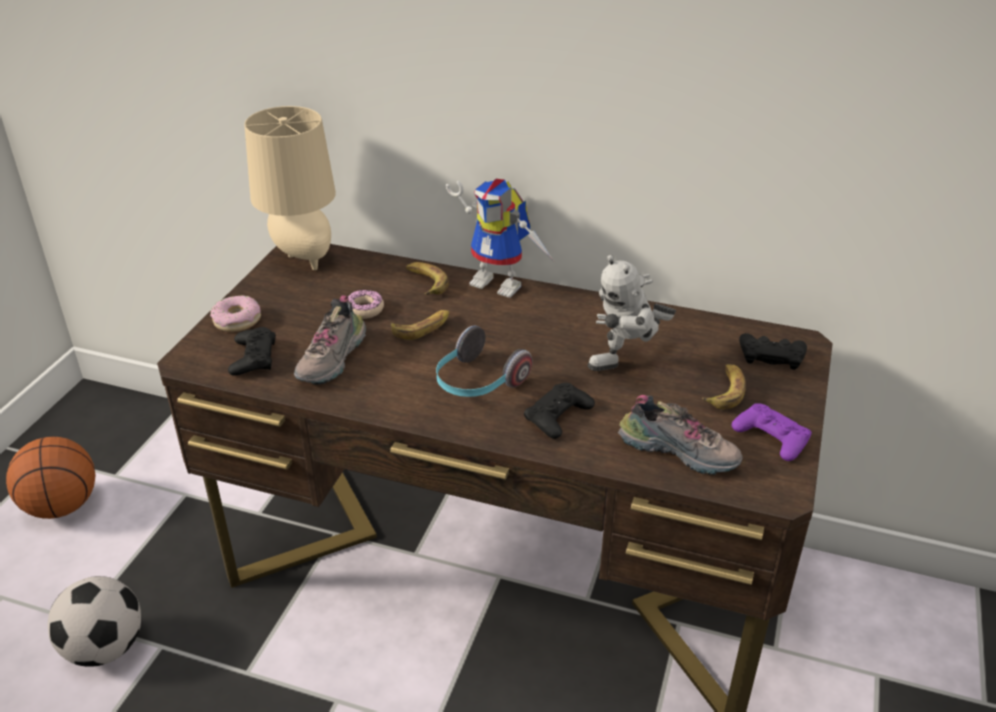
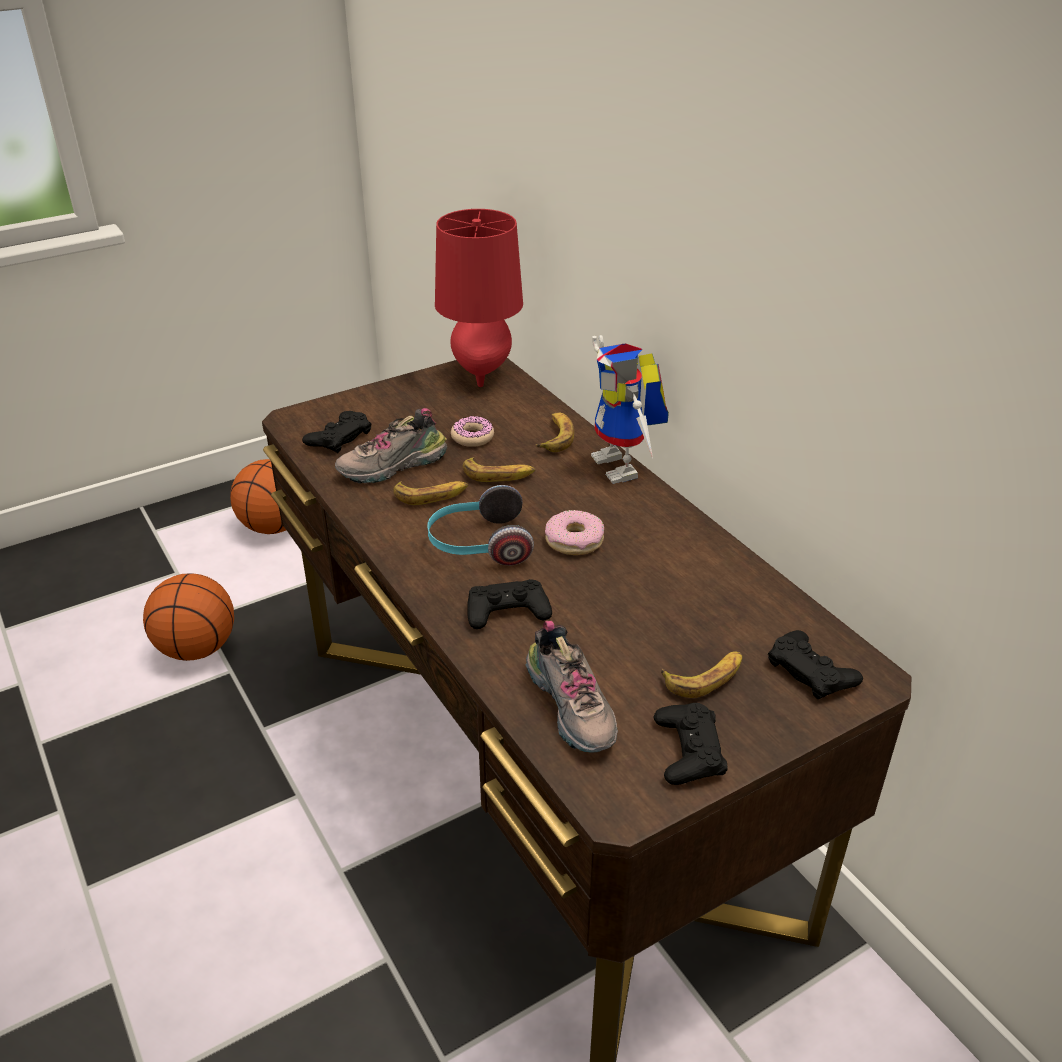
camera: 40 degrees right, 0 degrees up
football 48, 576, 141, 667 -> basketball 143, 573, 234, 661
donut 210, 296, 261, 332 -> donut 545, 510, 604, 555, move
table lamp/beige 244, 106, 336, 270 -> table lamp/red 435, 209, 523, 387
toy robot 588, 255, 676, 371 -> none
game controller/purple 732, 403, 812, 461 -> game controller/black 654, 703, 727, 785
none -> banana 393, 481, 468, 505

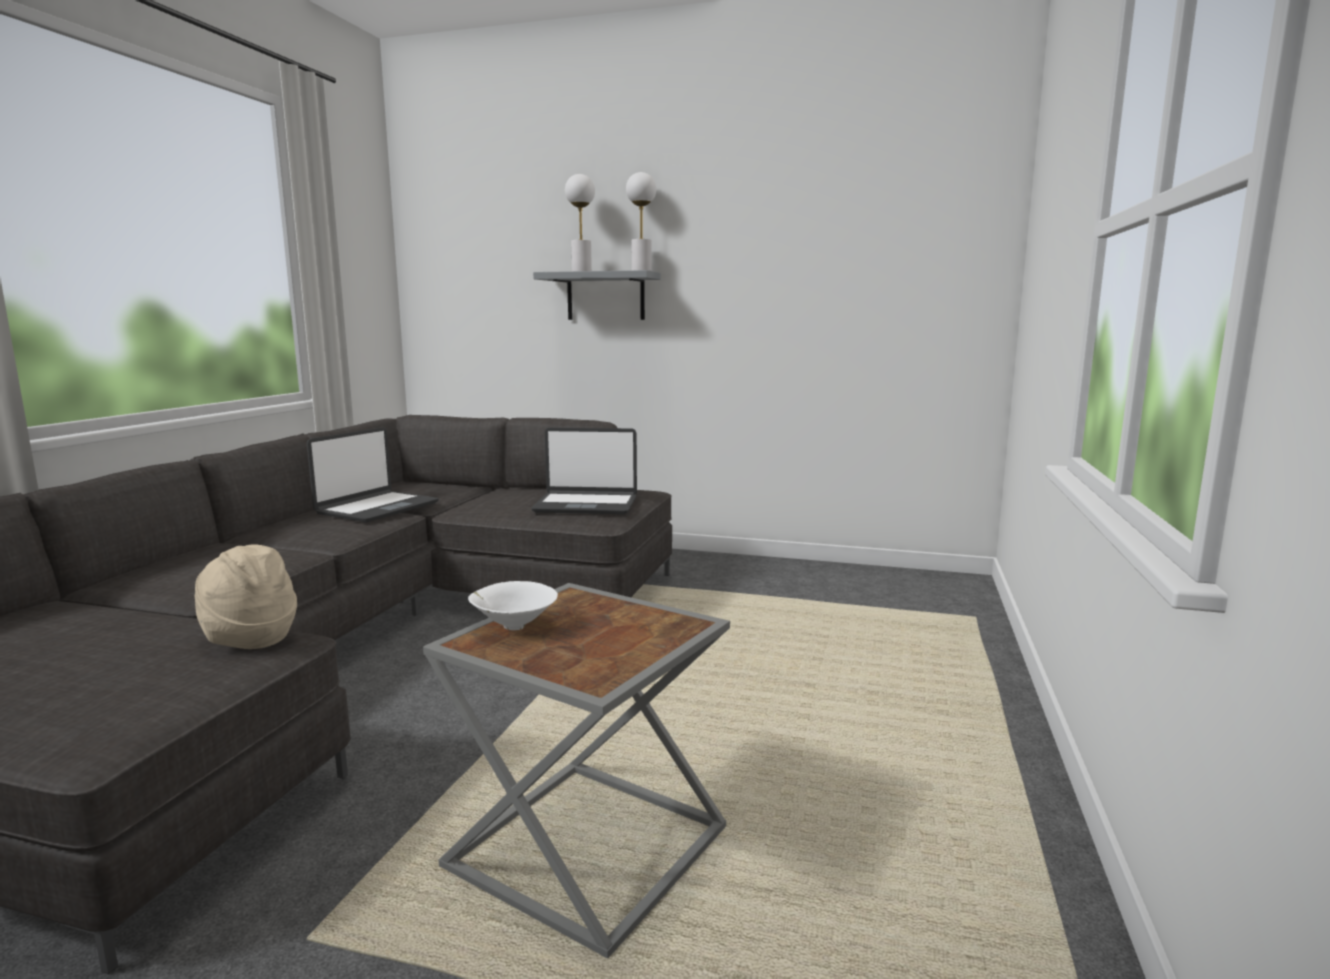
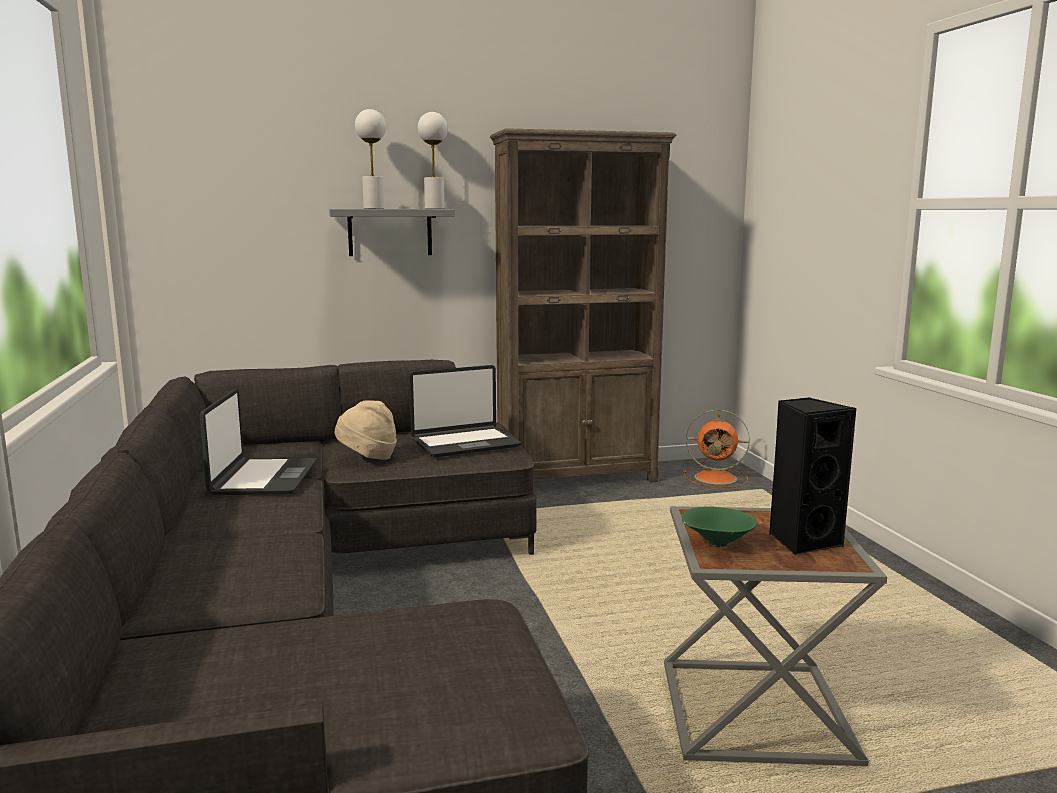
camera: 30 degrees left, 0 degrees up
hat/beige 195, 544, 297, 649 -> hat/beige 335, 400, 397, 460, move
bowl/white 468, 581, 558, 630 -> bowl/green 682, 506, 757, 547
none -> bookcase/brown 490, 128, 676, 483
none -> fan/orange 683, 410, 750, 488
none -> speaker/black 769, 397, 856, 555

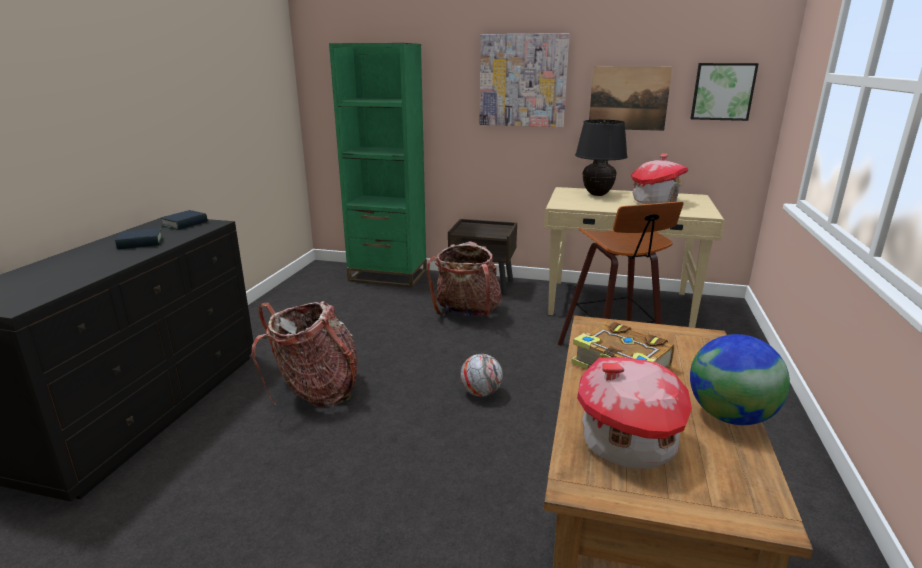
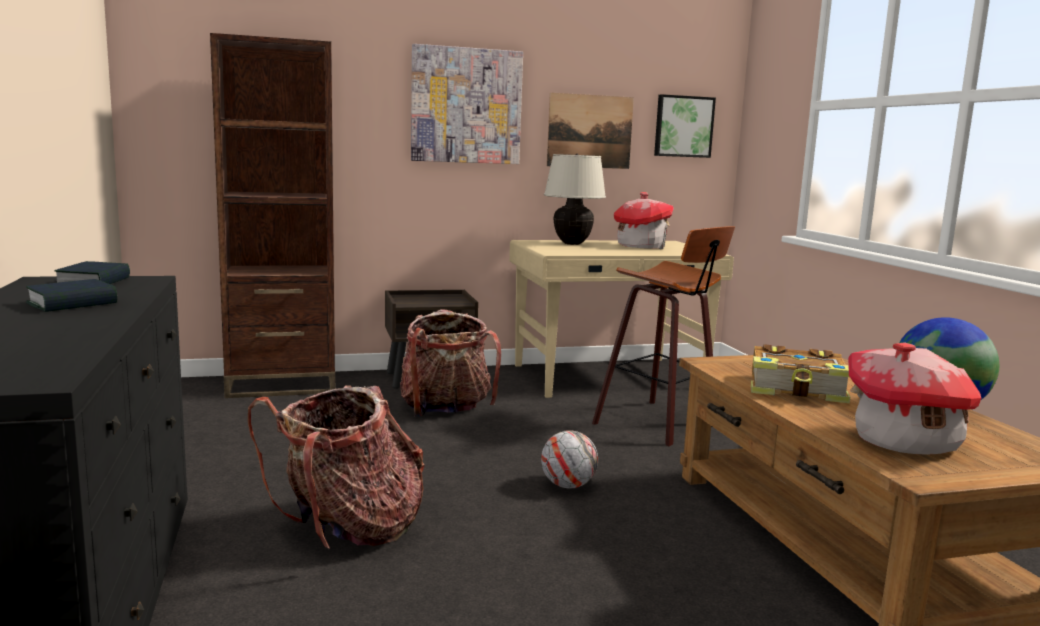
camera: 30 degrees left, 10 degrees down
bookcase/green 329, 43, 427, 288 -> bookcase/brown 210, 33, 335, 398
table lamp/black 575, 120, 628, 196 -> table lamp/beige 544, 154, 606, 245

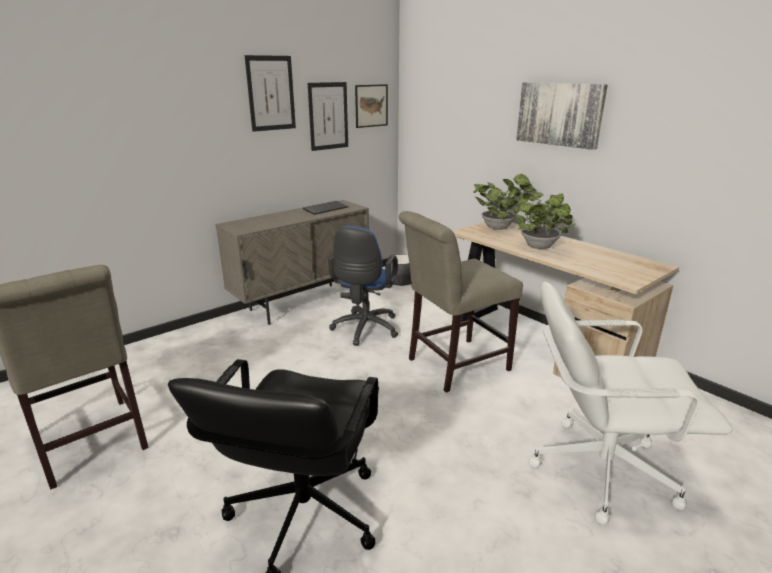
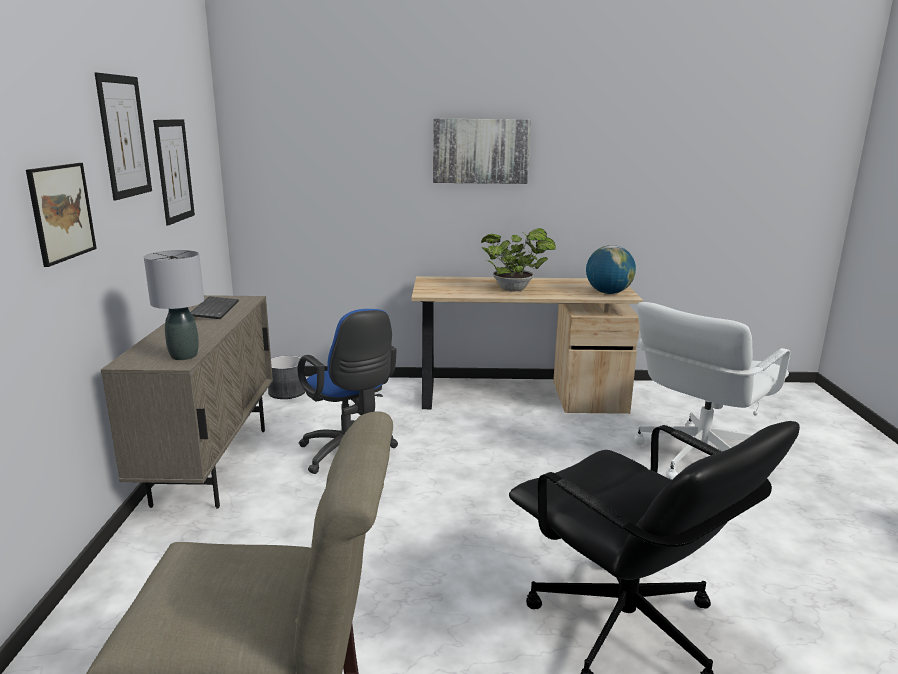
camera: 50 degrees left, 5 degrees down
picture 355, 84, 388, 128 -> picture 26, 163, 97, 267, move
chair/beige 399, 211, 523, 393 -> none
potted plant 473, 174, 536, 230 -> none
none -> table lamp/grey 144, 250, 204, 360
none -> globe 586, 245, 636, 294

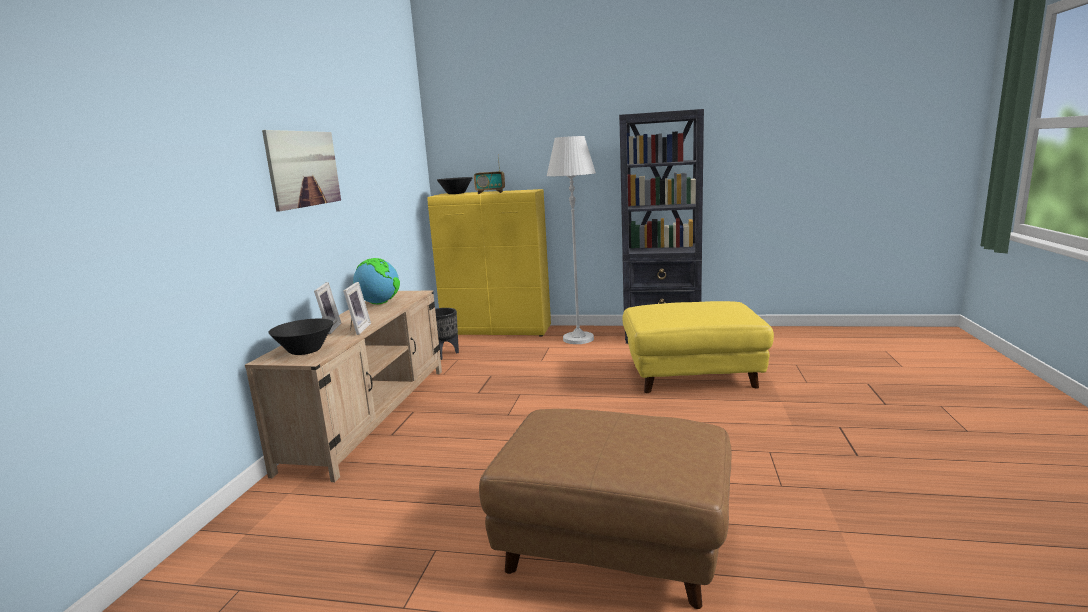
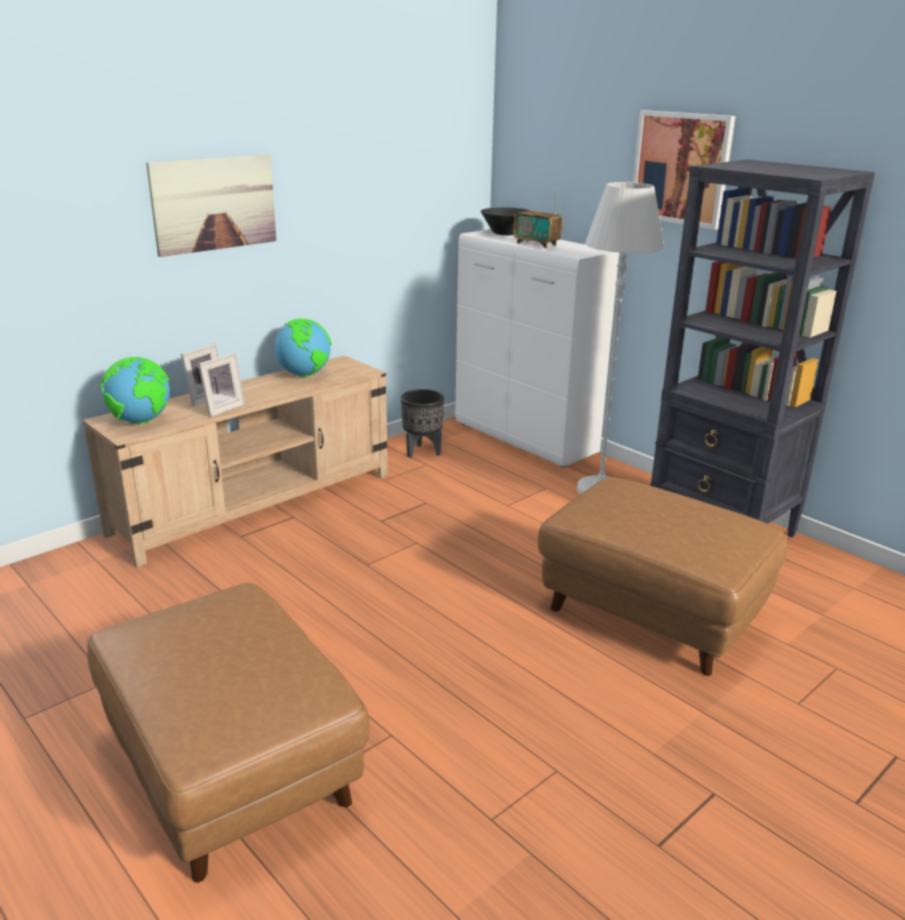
camera: 35 degrees right, 10 degrees up
bowl/black 268, 319, 333, 355 -> globe 101, 357, 170, 424
cabinet/yellow 428, 189, 551, 337 -> cabinet/white 455, 229, 619, 468
ottoman/yellow 623, 301, 774, 393 -> ottoman/brown 538, 477, 788, 676
none -> picture 633, 110, 736, 230

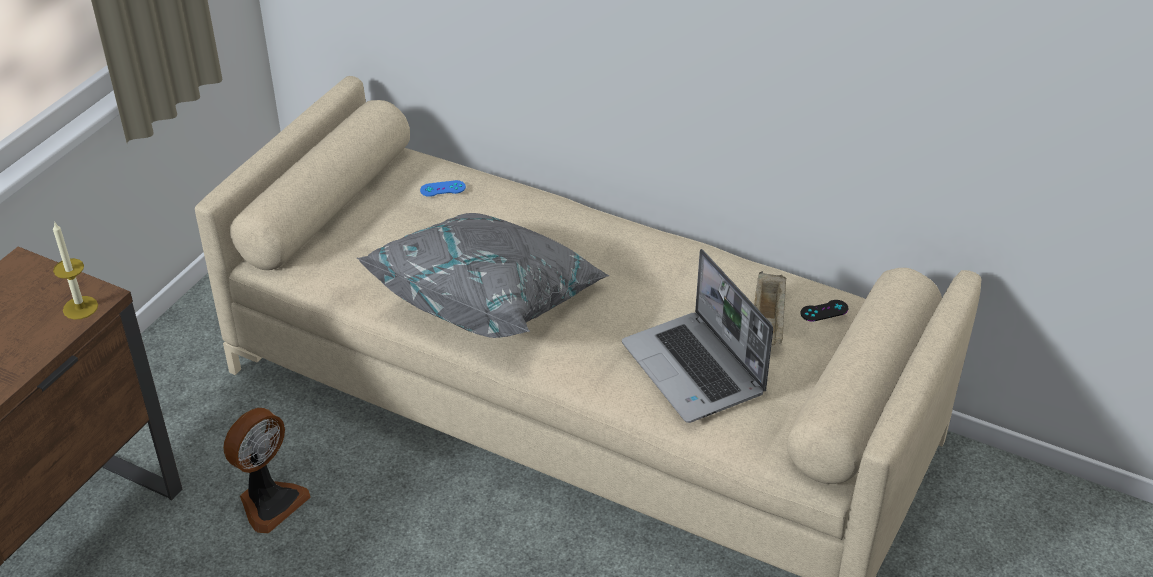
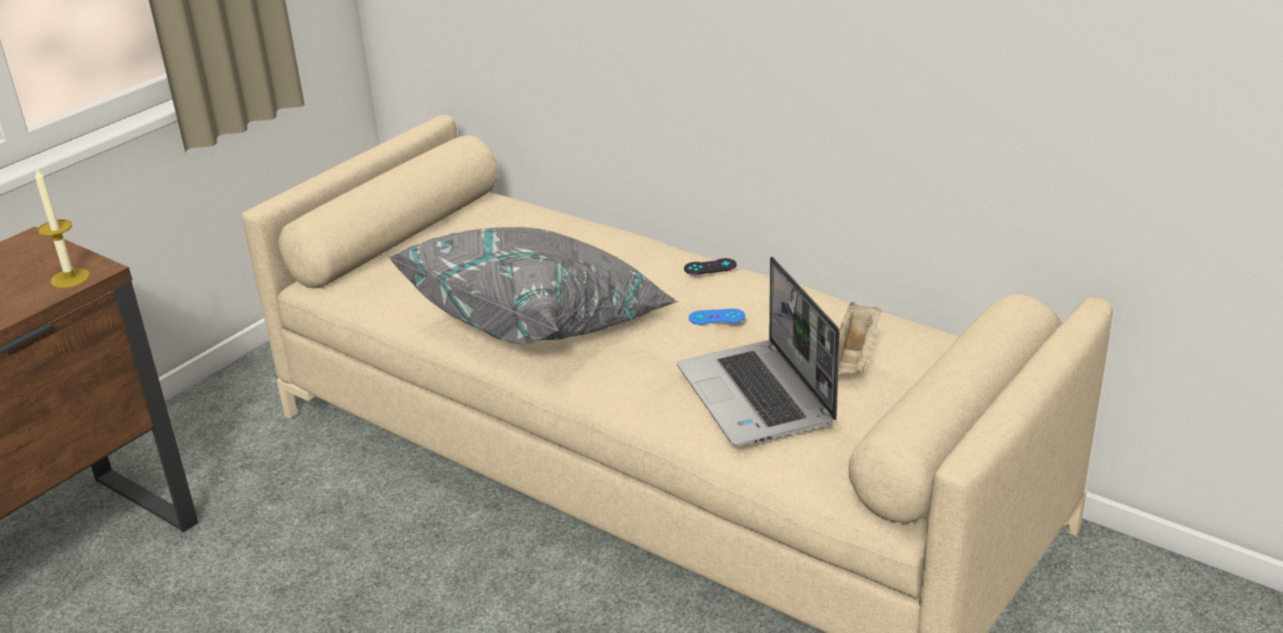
camera: 10 degrees right, 10 degrees down
fan 223, 408, 311, 533 -> none
game controller/blue 420, 180, 466, 197 -> game controller/blue 689, 309, 745, 325, move
game controller/black 800, 300, 848, 322 -> game controller/black 684, 258, 737, 275, move

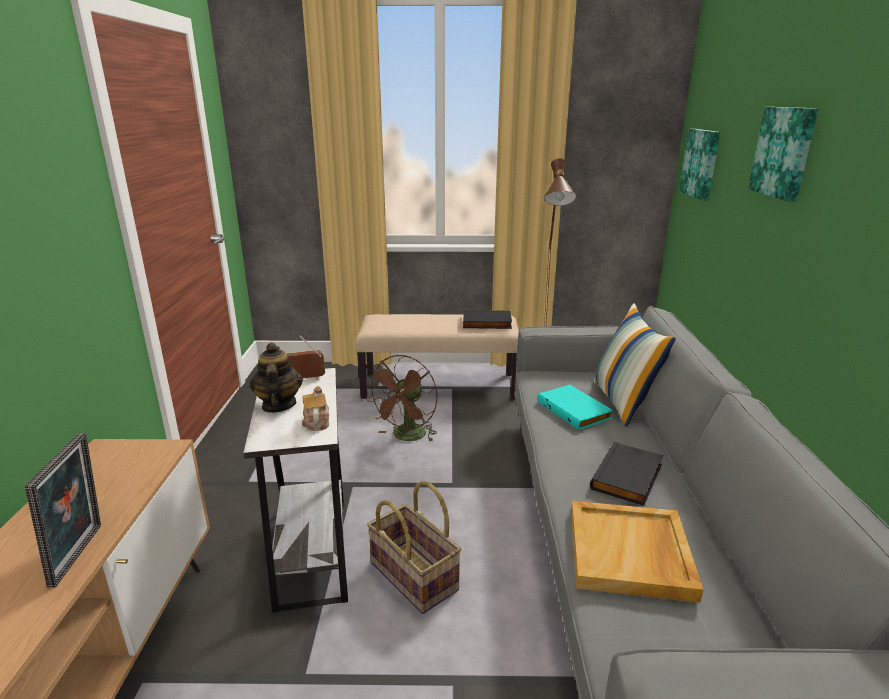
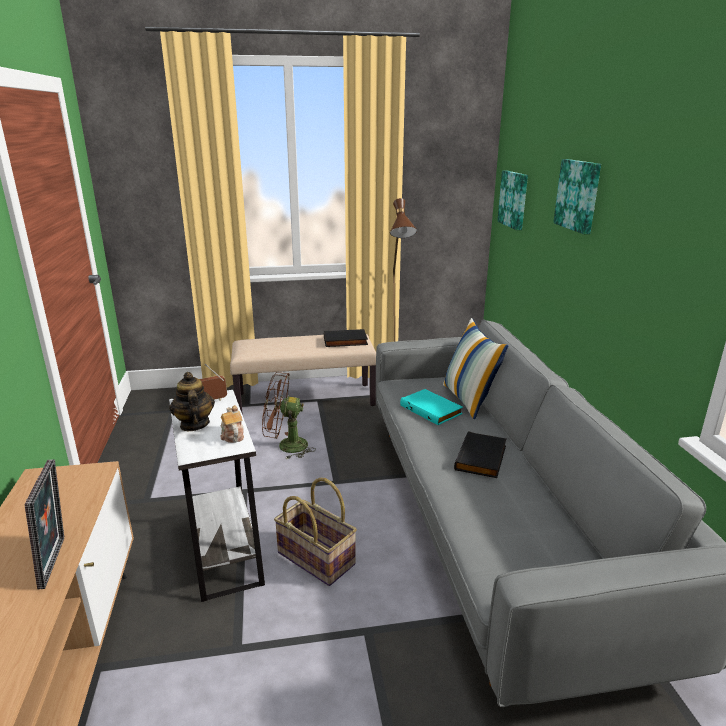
camera: 10 degrees left, 0 degrees up
fan/brown 365, 355, 437, 441 -> fan/brown 262, 372, 316, 459, 75 degrees clockwise
tray/beige 571, 501, 704, 603 -> none

